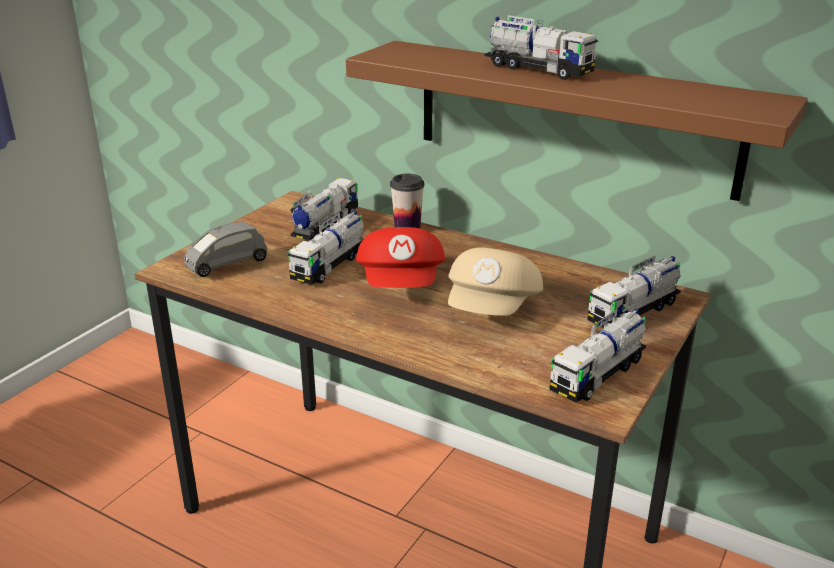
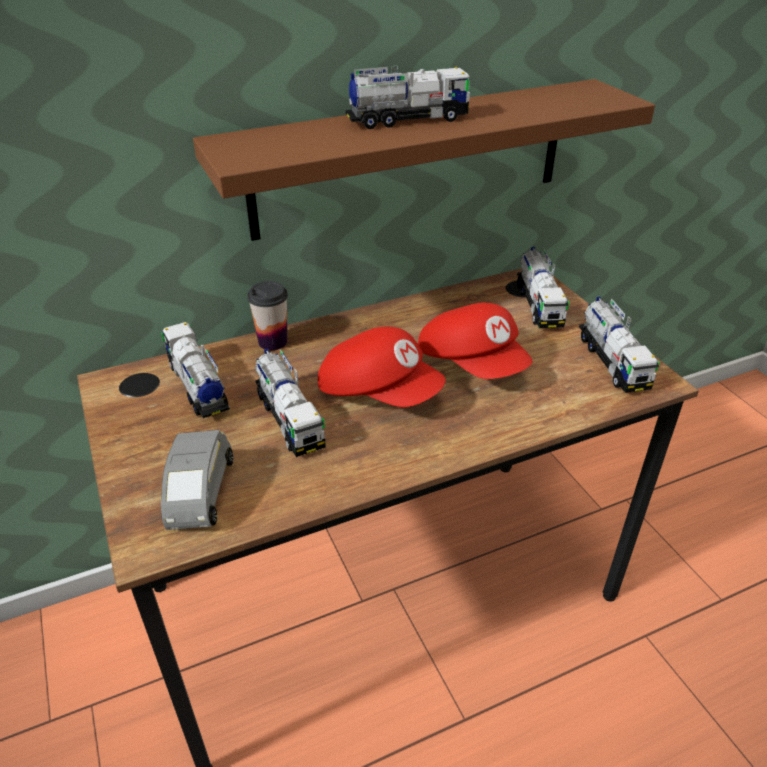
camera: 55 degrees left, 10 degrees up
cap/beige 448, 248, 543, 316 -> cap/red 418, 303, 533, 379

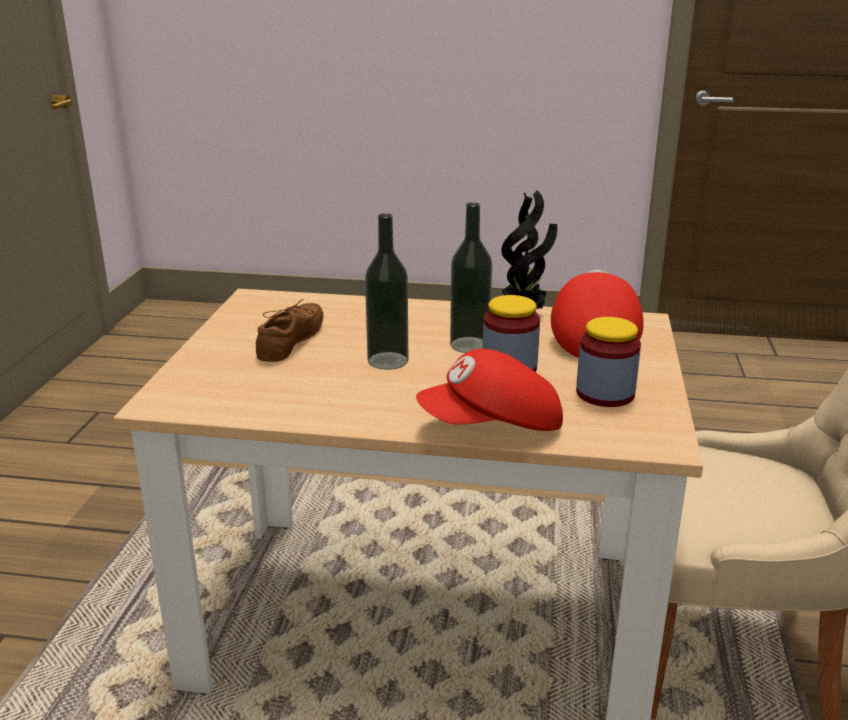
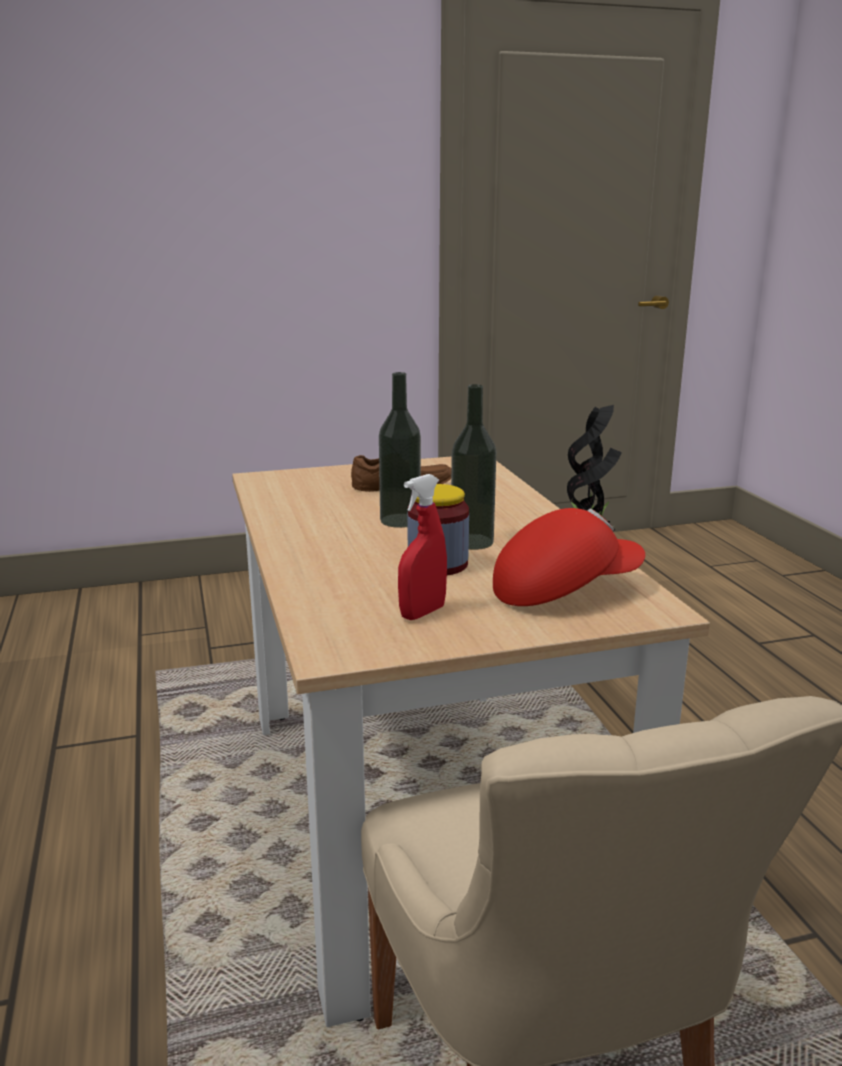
camera: 65 degrees right, 5 degrees down
cap/red 416, 349, 563, 431 -> none
jar 576, 317, 641, 407 -> spray bottle/red 398, 474, 447, 620

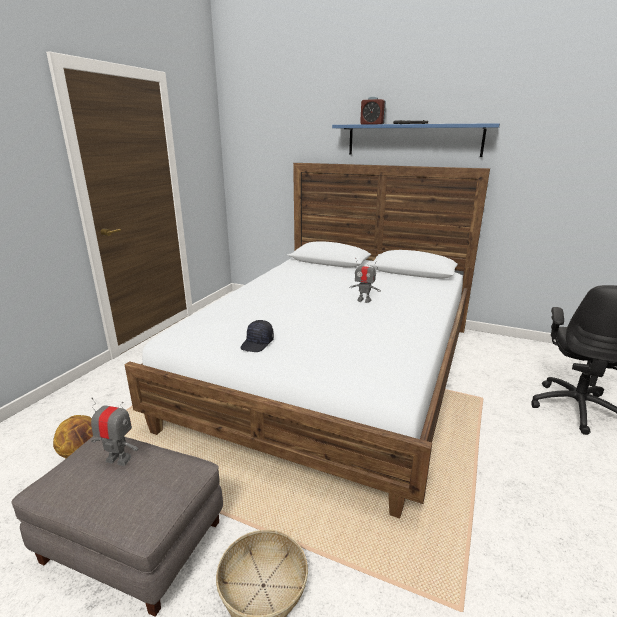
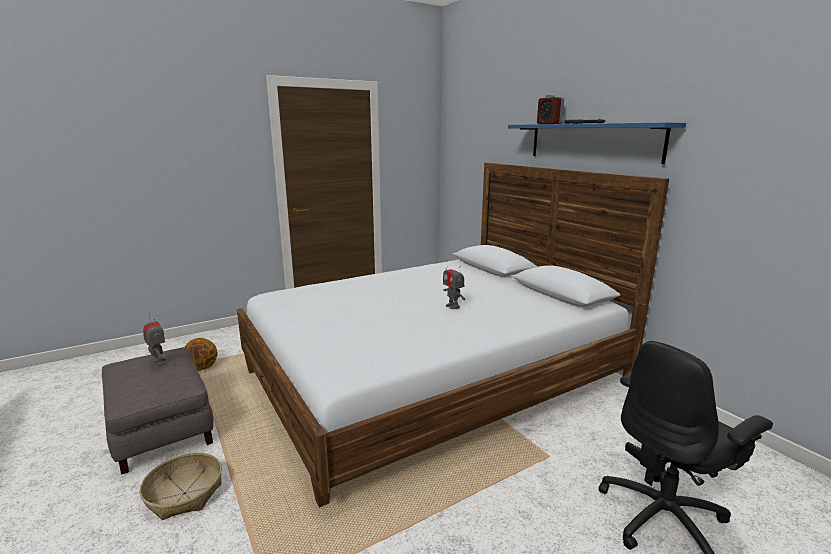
camera: 35 degrees right, 5 degrees down
cap/black 240, 320, 274, 352 -> none

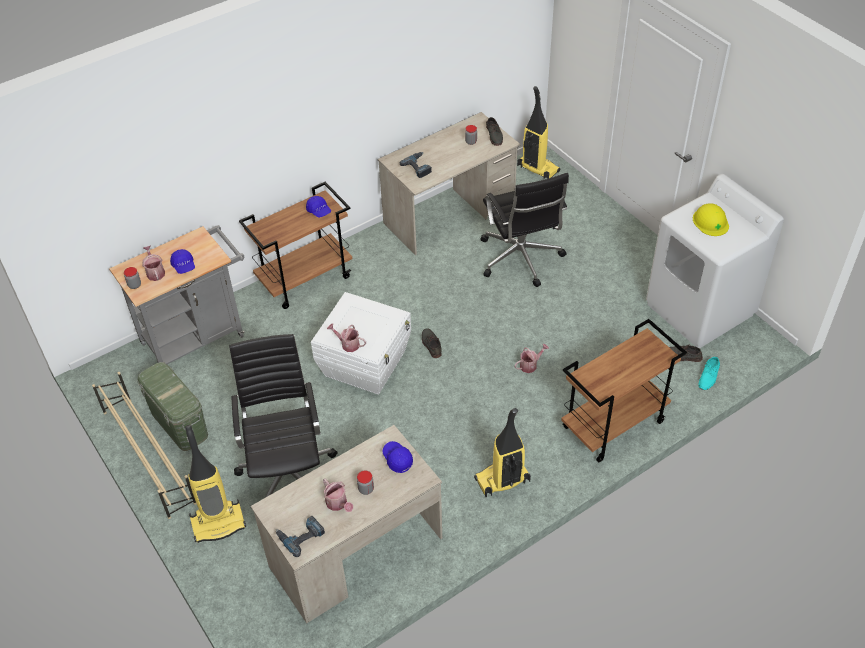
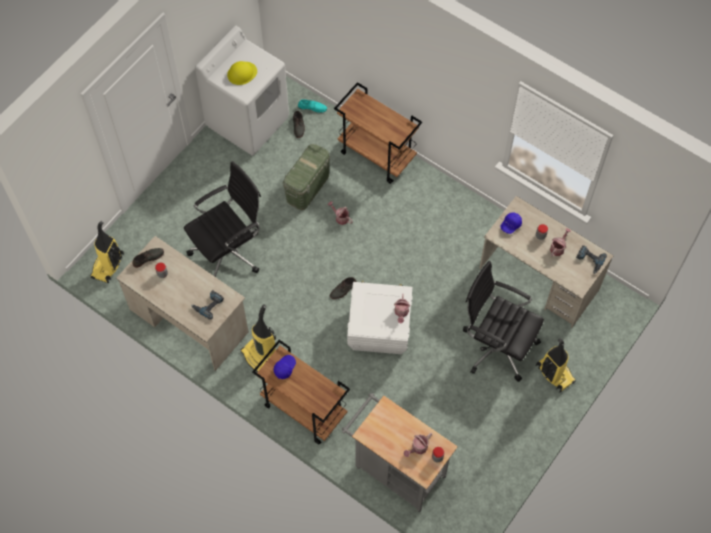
camera: 110 degrees left, 15 degrees up
shoe rack/beige 92, 372, 197, 519 -> none
storage box/green 137, 362, 208, 451 -> storage box/green 283, 144, 330, 210, move
cap/blue 170, 249, 195, 274 -> none
office chair/black 229, 334, 337, 498 -> office chair/black 463, 261, 544, 381, 60 degrees clockwise
vacuum cleaner 474, 408, 531, 498 -> vacuum cleaner 241, 305, 276, 372, move

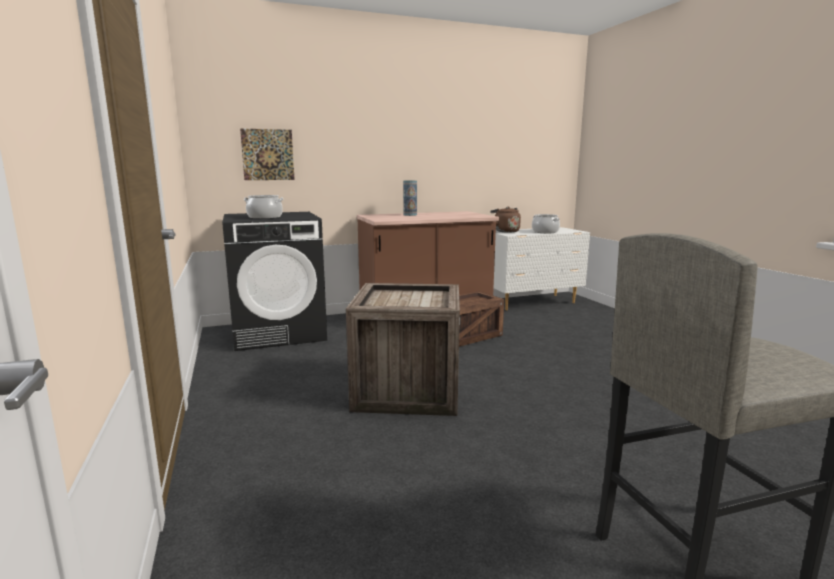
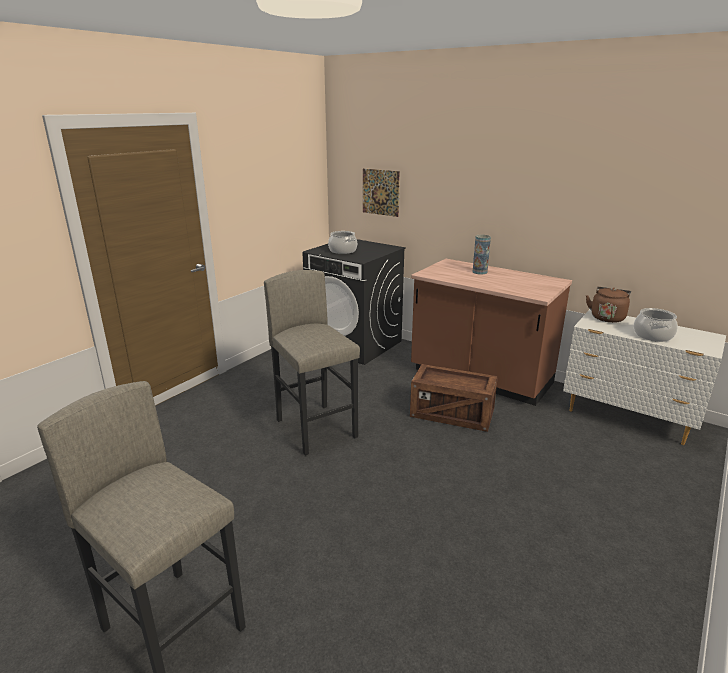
camera: 55 degrees right, 10 degrees up
crate 346, 283, 460, 416 -> stool/grey 264, 270, 360, 455

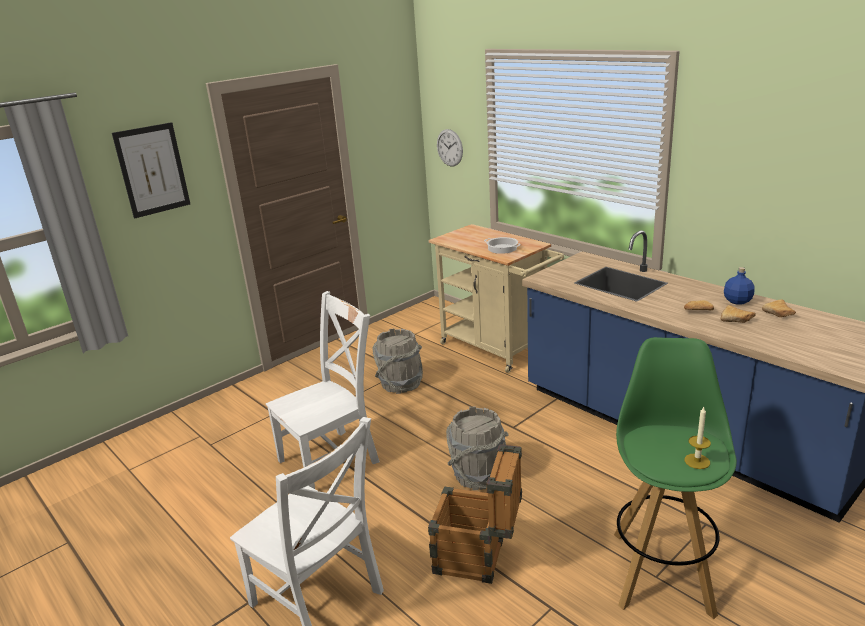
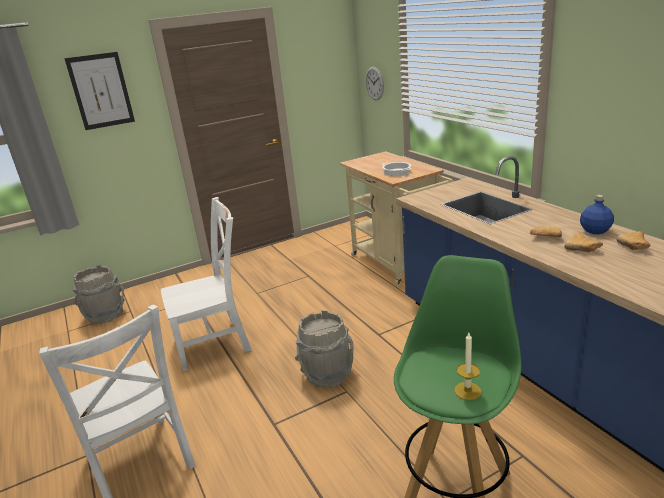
camera: 15 degrees right, 0 degrees up
bucket/grey 372, 328, 423, 394 -> bucket/grey 73, 265, 125, 324, move
crate 428, 444, 522, 584 -> none

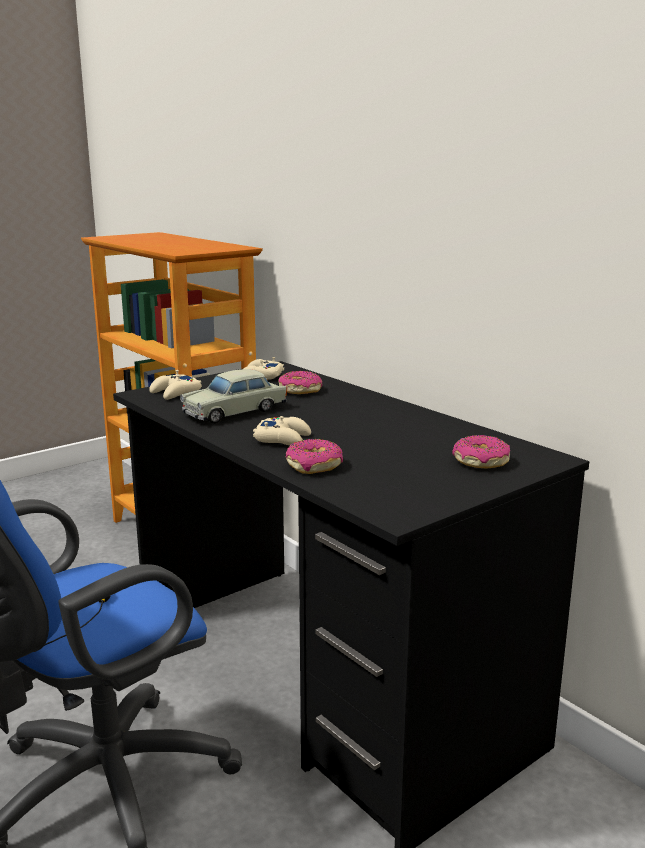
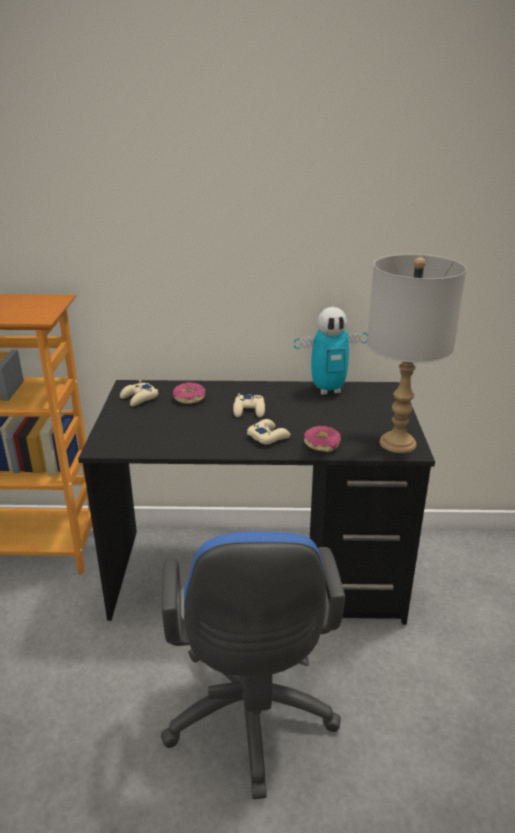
camera: 50 degrees left, 10 degrees up
game controller/beige 149, 370, 202, 400 -> game controller/beige 233, 393, 265, 417, move
toy car/beige 180, 369, 287, 424 -> none
donut 452, 435, 510, 468 -> none
none -> toy robot 294, 307, 368, 395
none -> table lamp/grey 367, 254, 466, 453

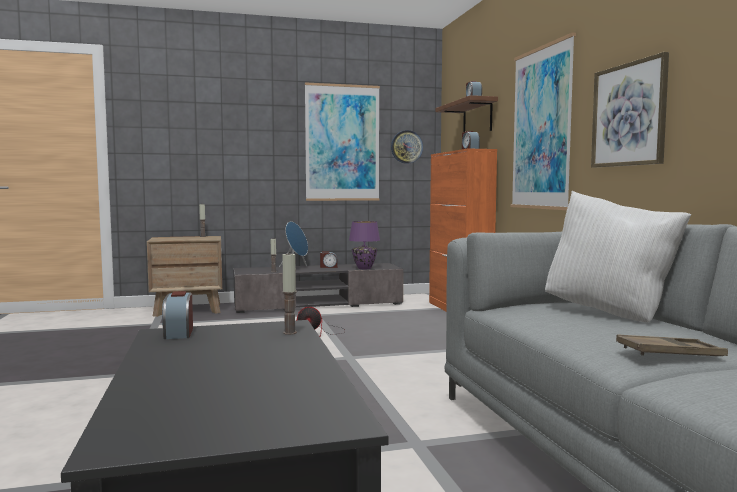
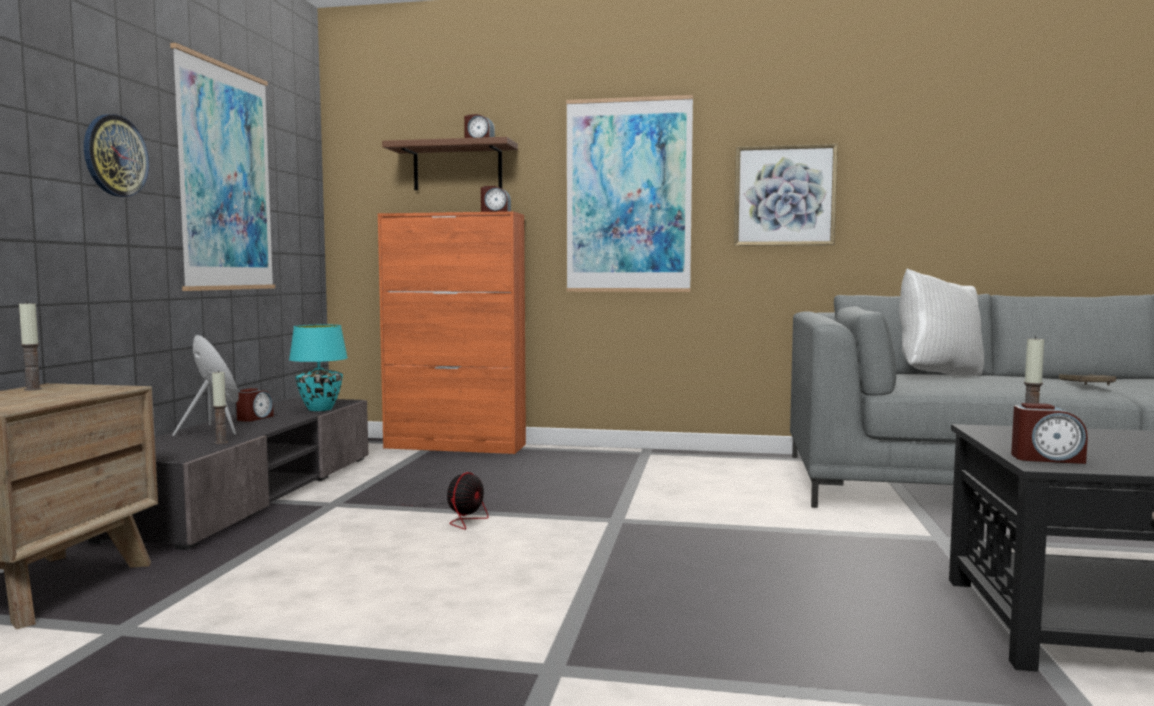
camera: 65 degrees left, 0 degrees up
table lamp/purple 349, 221, 380, 269 -> table lamp/turquoise 289, 325, 348, 411
wall clock 391, 130, 423, 164 -> wall clock 84, 114, 149, 197, move

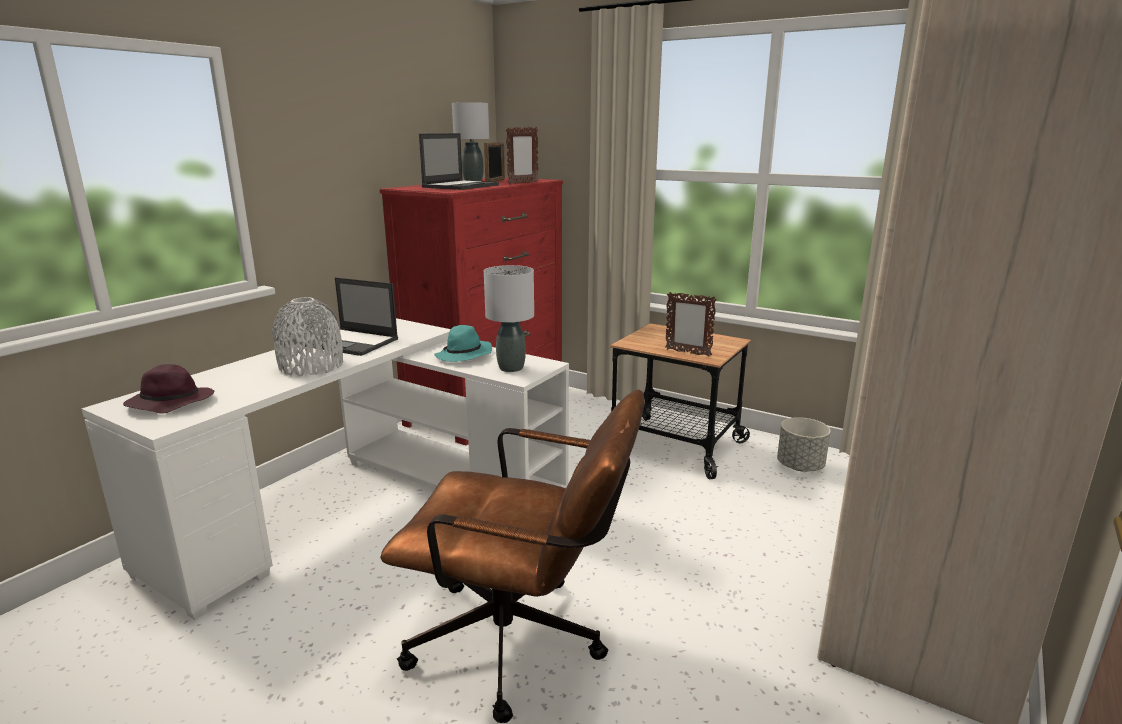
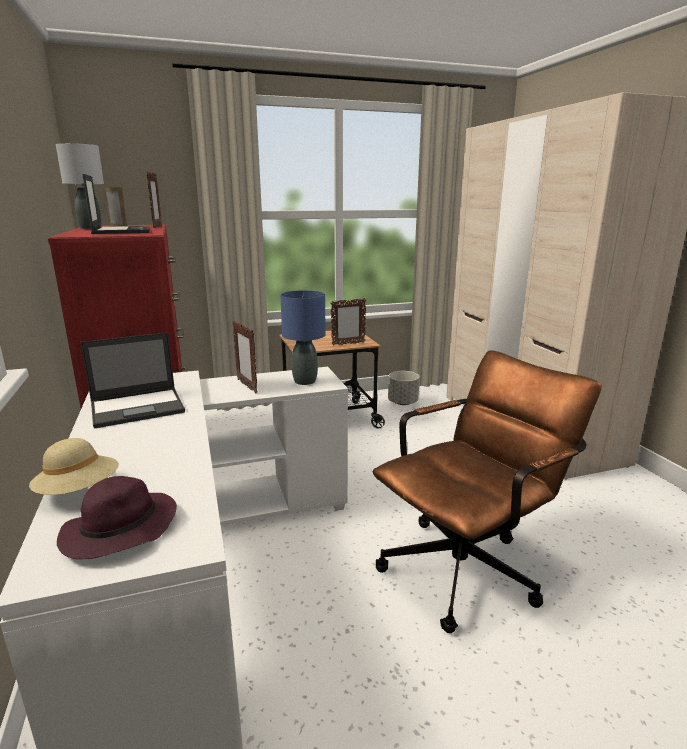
camera: 50 degrees left, 0 degrees up
vase/grey 272, 297, 343, 376 -> none
hat/turquoise 434, 325, 492, 362 -> picture frame 232, 321, 258, 394
table lamp/grey 484, 265, 534, 372 -> table lamp/blue 280, 290, 326, 385
none -> hat/beige 29, 438, 119, 495

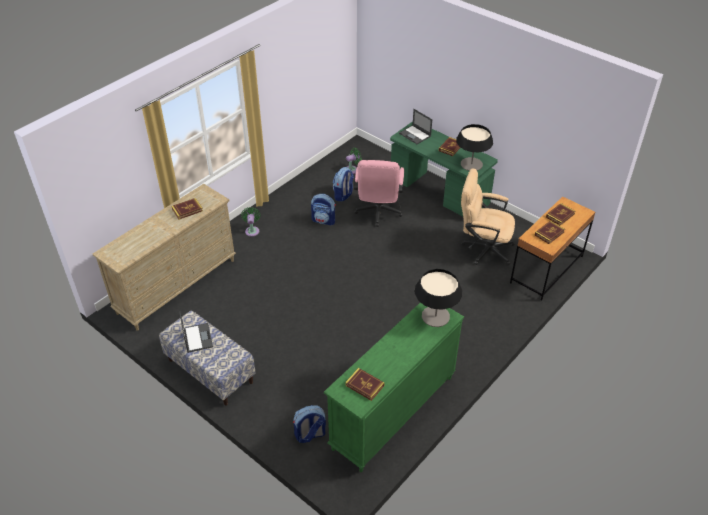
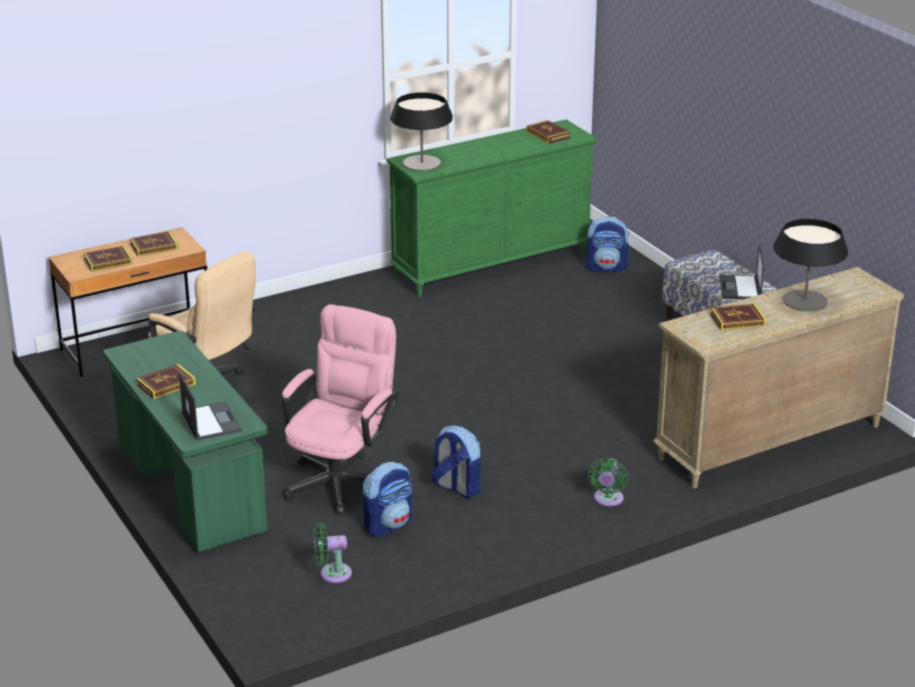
camera: 160 degrees left, 15 degrees down
table lamp 456, 124, 493, 171 -> table lamp 773, 219, 848, 311, move

